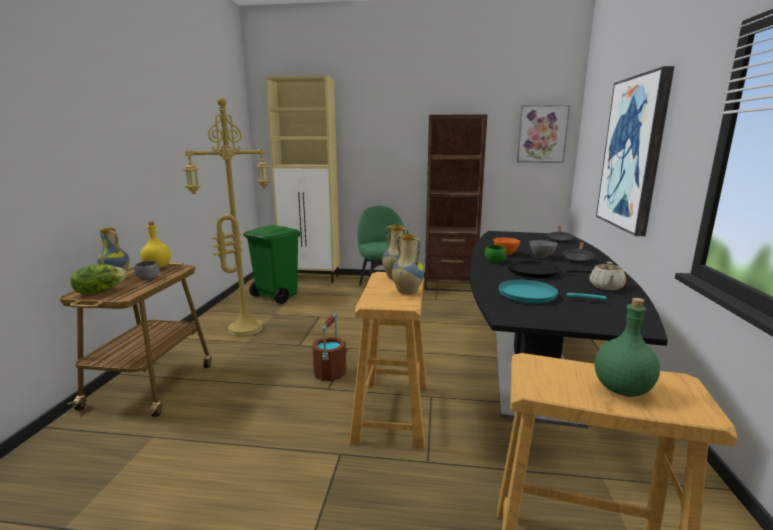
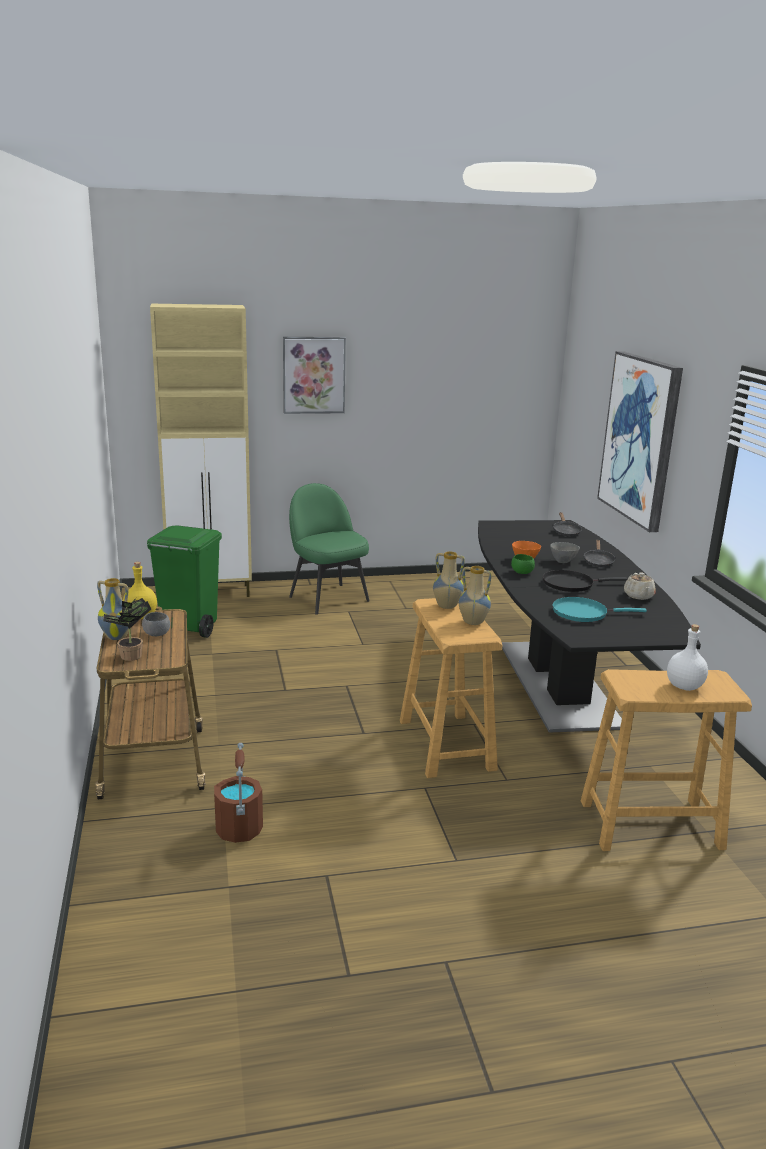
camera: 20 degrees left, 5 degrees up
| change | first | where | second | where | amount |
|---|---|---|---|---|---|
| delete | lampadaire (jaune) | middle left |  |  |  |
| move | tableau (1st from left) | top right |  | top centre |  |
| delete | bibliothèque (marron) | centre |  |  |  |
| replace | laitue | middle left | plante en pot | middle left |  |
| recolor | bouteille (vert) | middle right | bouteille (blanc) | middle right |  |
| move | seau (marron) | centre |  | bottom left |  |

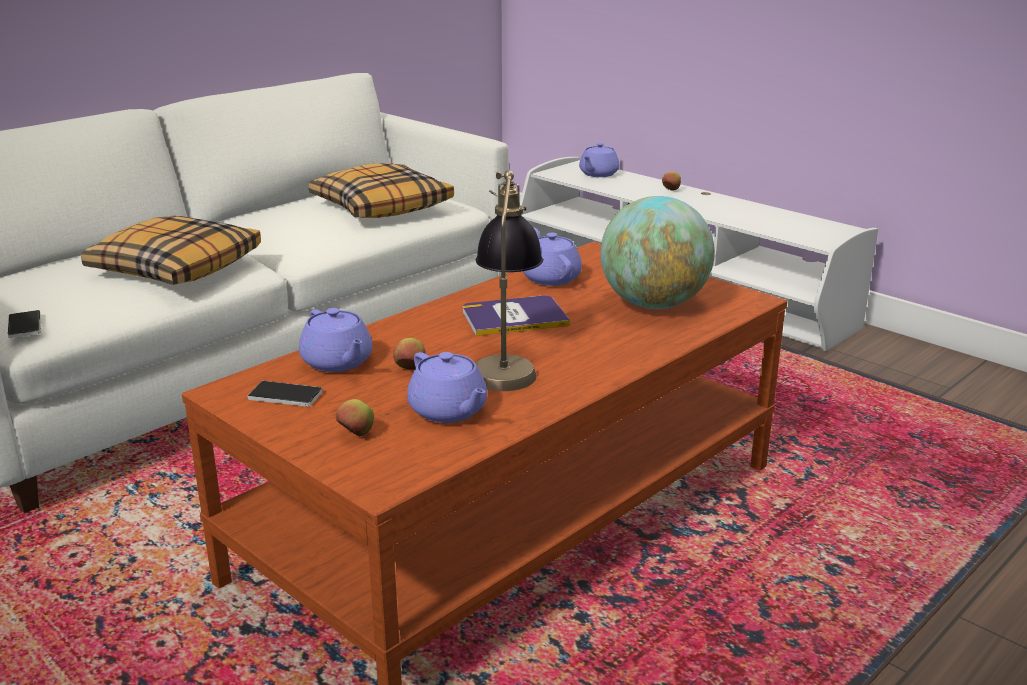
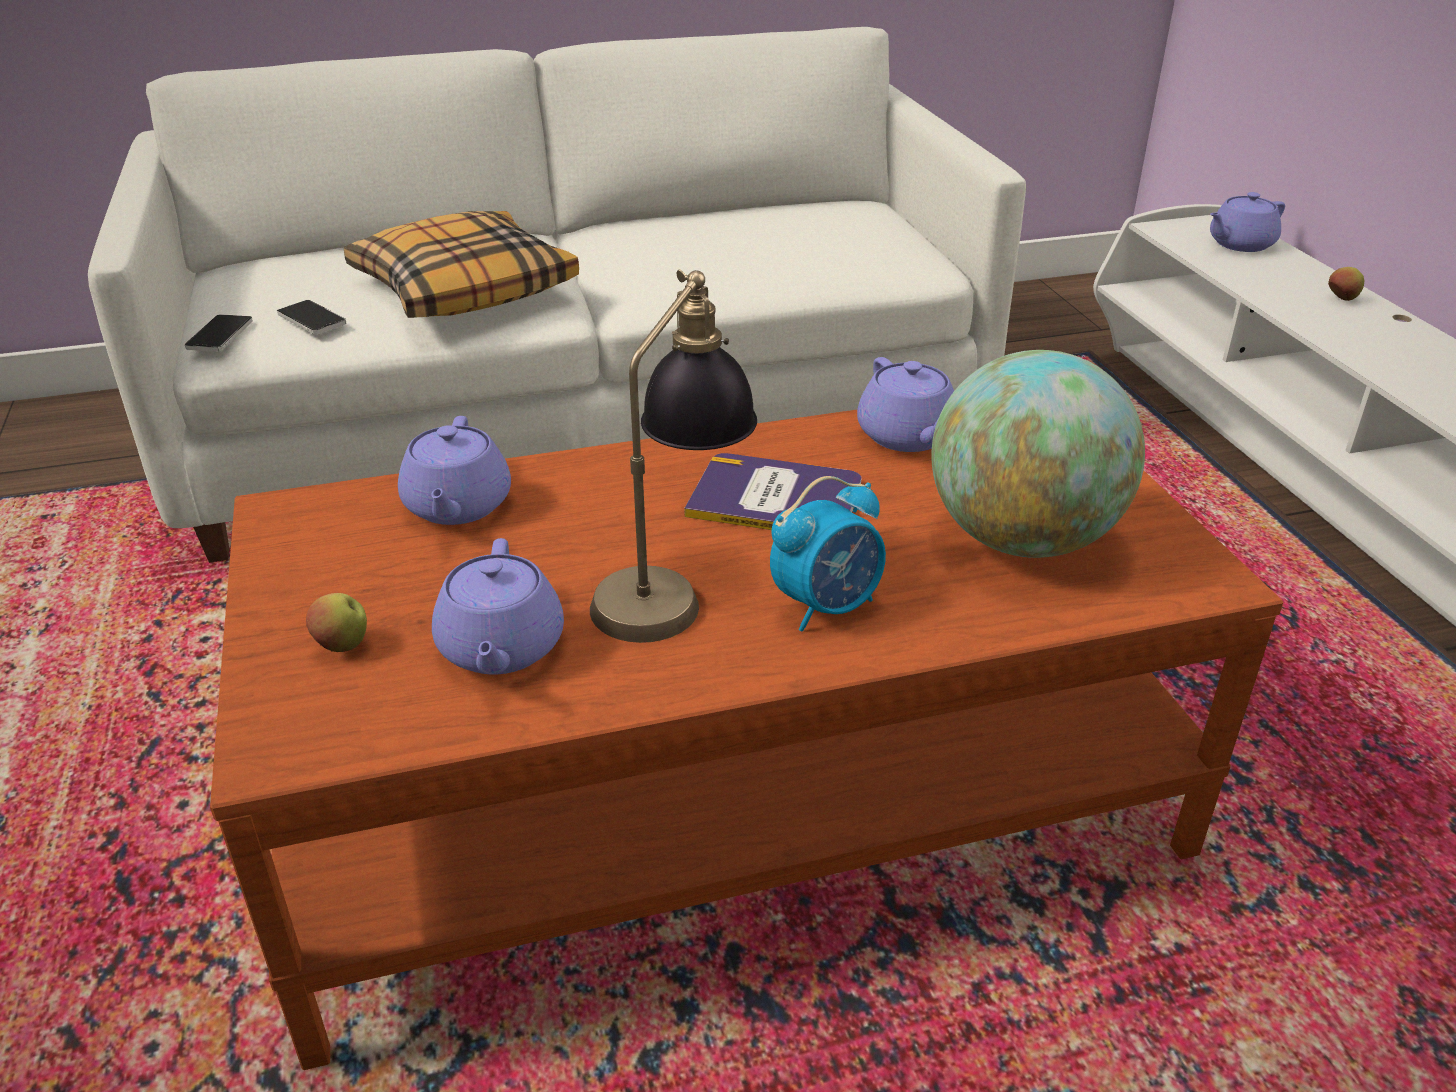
camera: 30 degrees right, 10 degrees up
| change | first | where | second | where | amount |
|---|---|---|---|---|---|
| delete | coussin (2nd from left) | top centre |  |  |  |
| rotate | théière (violet) (3rd from left) | centre |  | centre | 150 degrees clockwise |
| delete | pomme (2nd from left) | centre |  |  |  |
| move | téléphone (2nd from left) | middle left |  | top left |  |
| insert |  |  | réveil | centre |  |

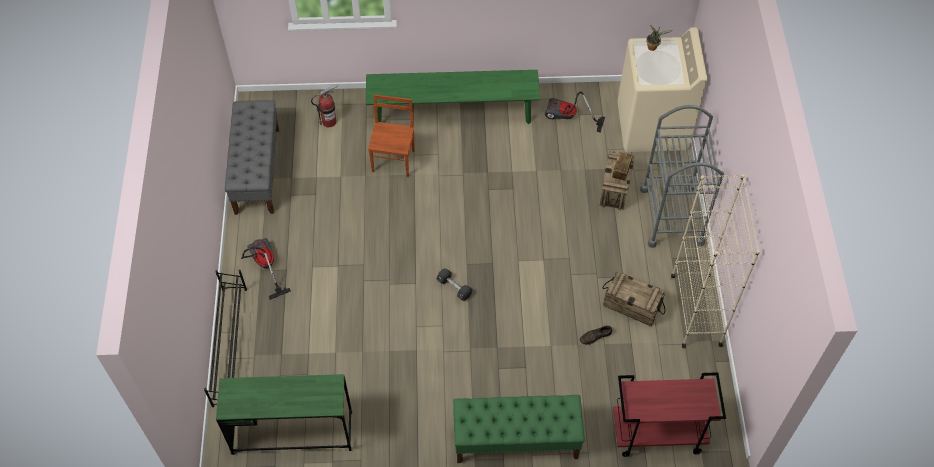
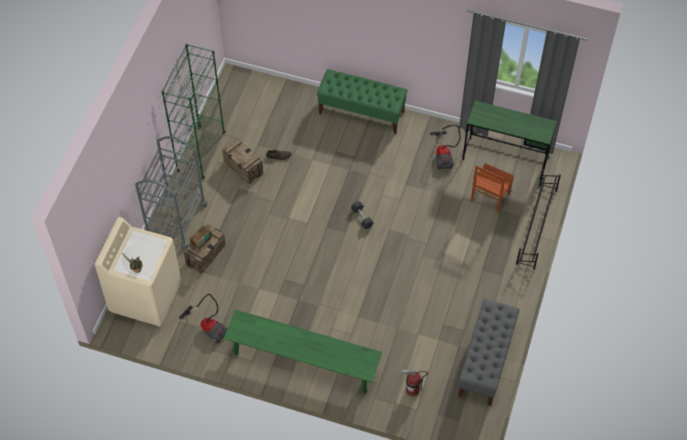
camera: 160 degrees left, 0 degrees up
| change | first | where | second | where | amount |
|---|---|---|---|---|---|
| move | chaise (marron) | top centre |  | middle right |  |
| recolor | bibliothèque (beige) | middle right | bibliothèque (vert) | top left |  |
| move | aspirateur (1st from left in the first image) | middle left | aspirateur (2nd from left) | centre |  |
| delete | chariot (rouge) | bottom right |  |  |  |

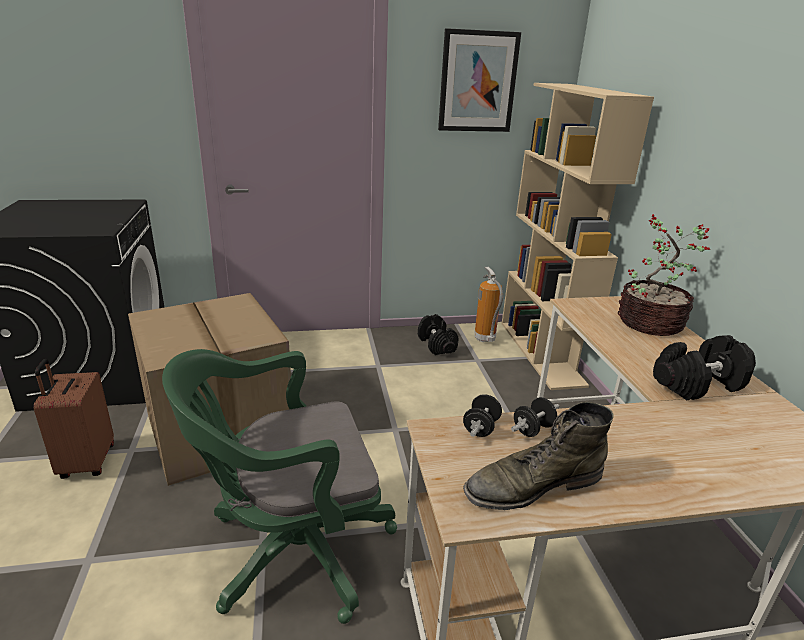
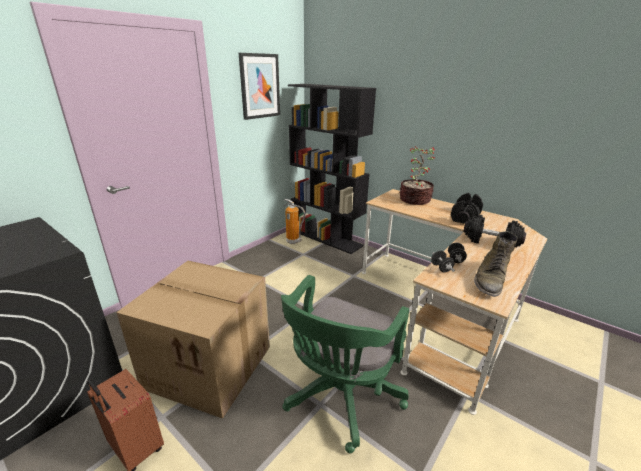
camera: 40 degrees left, 0 degrees up
| change | first | where | second | where | amount |
|---|---|---|---|---|---|
| recolor | bibliothèque (beige) | middle right | bibliothèque (noir) | centre |  |
| move | haltère (noir) (1st from left in the first image) | centre | haltère (noir) (4th from left) | middle right |  |

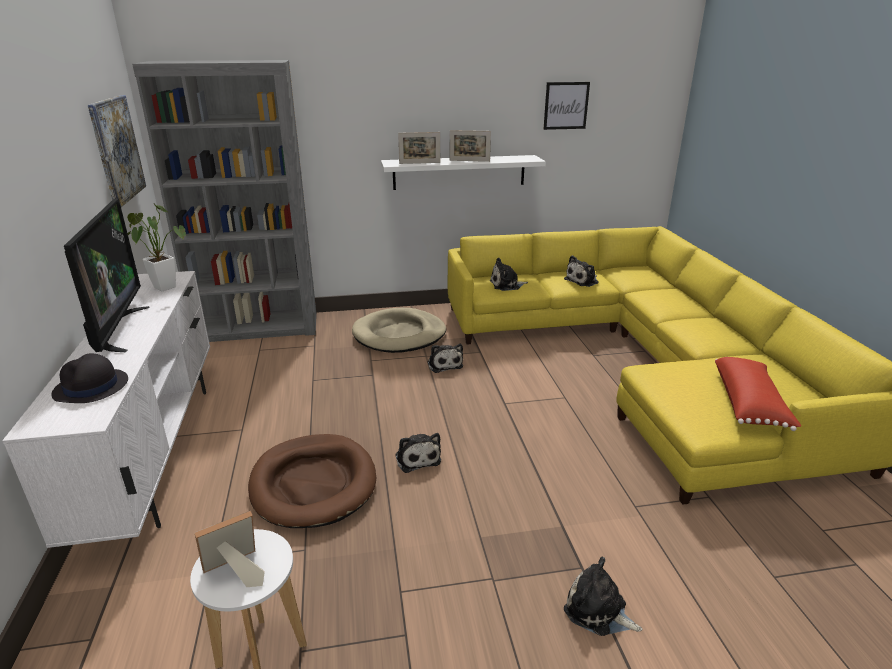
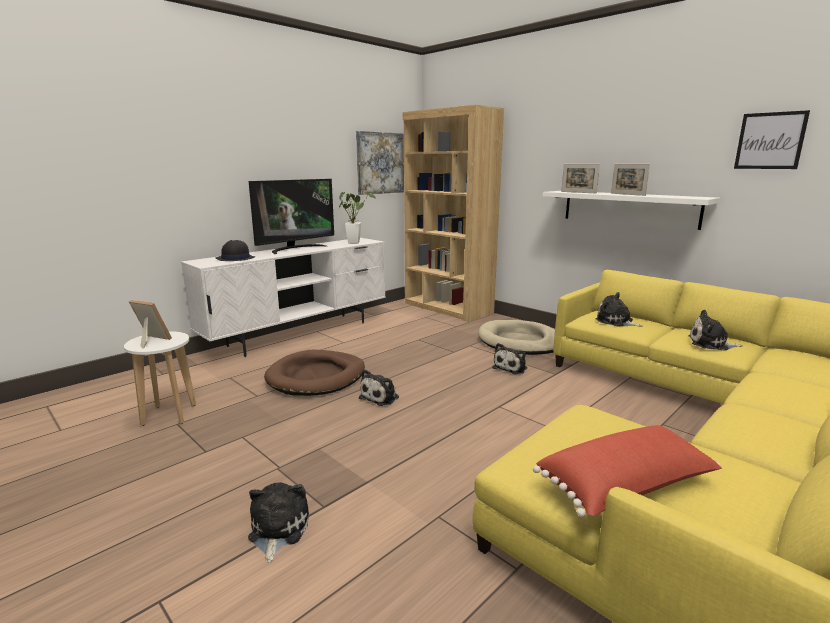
camera: 55 degrees right, 10 degrees down
| change | first | where | second | where | amount |
|---|---|---|---|---|---|
| recolor | bibliothèque (gris) | top left | bibliothèque (marron) | centre |  |

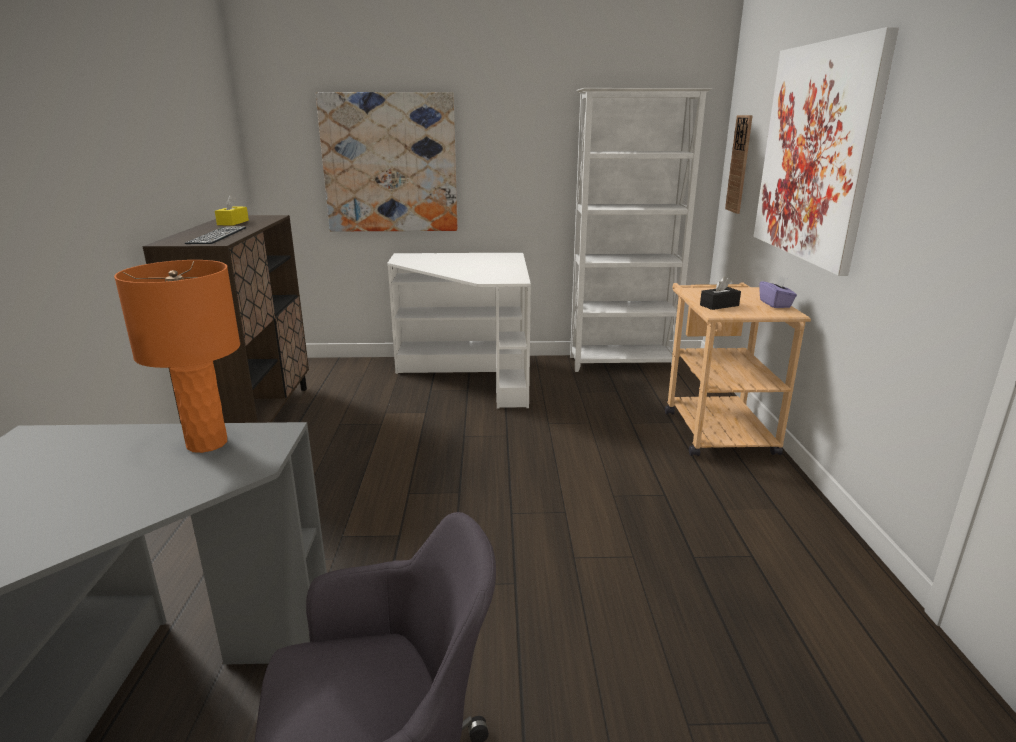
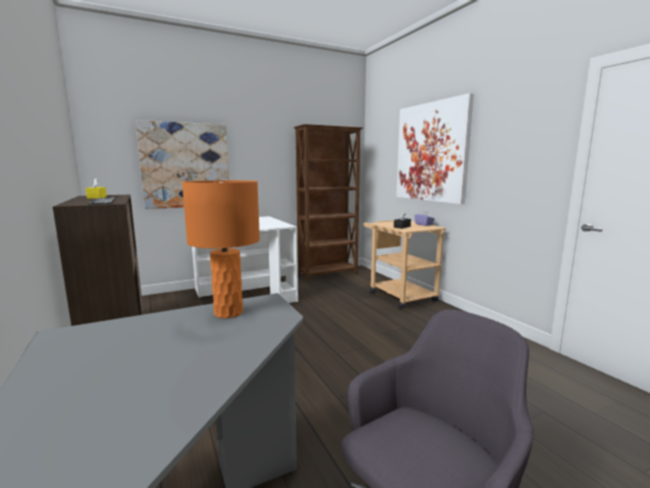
camera: 25 degrees left, 10 degrees down
| change | first | where | second | where | amount |
|---|---|---|---|---|---|
| recolor | bibliothèque (blanc) | top centre | bibliothèque (marron) | centre |  |
| delete | horloge murale | top right |  |  |  |

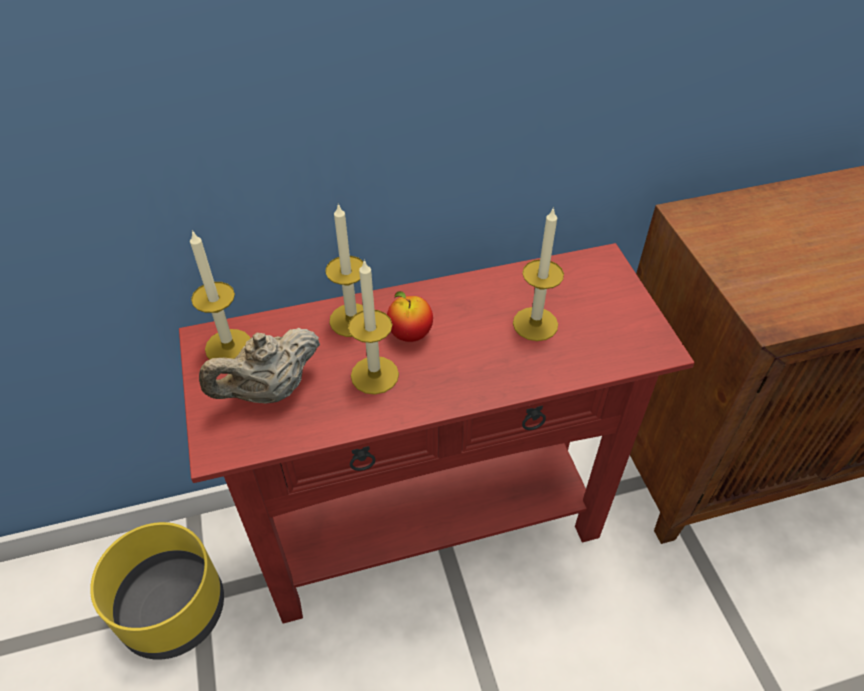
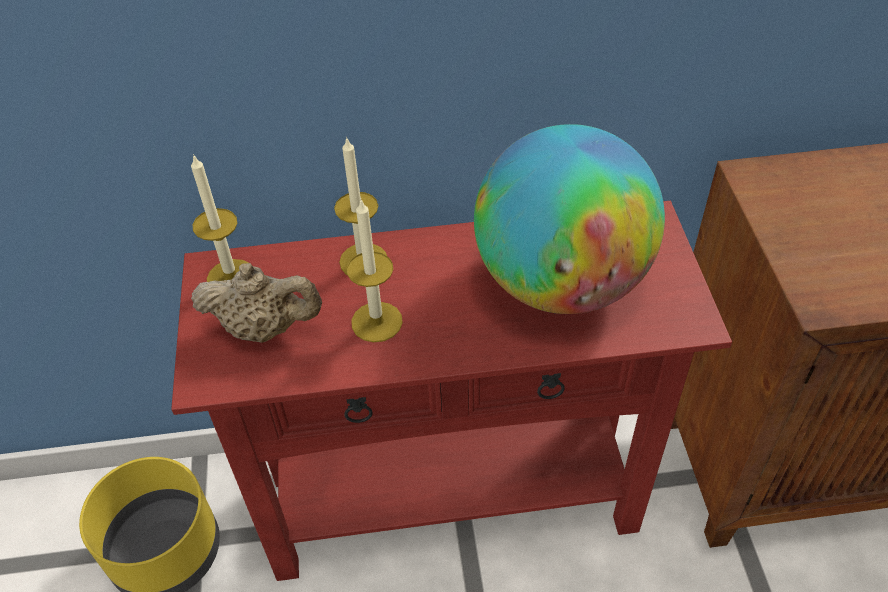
camera: 10 degrees right, 0 degrees up
| change | first | where | second | where | amount |
|---|---|---|---|---|---|
| replace | bougie (4th from left) | centre | globe | centre |  |
| delete | pomme | centre |  |  |  |
| rotate | théière (beige) | middle left |  | middle left | 150 degrees counterclockwise |

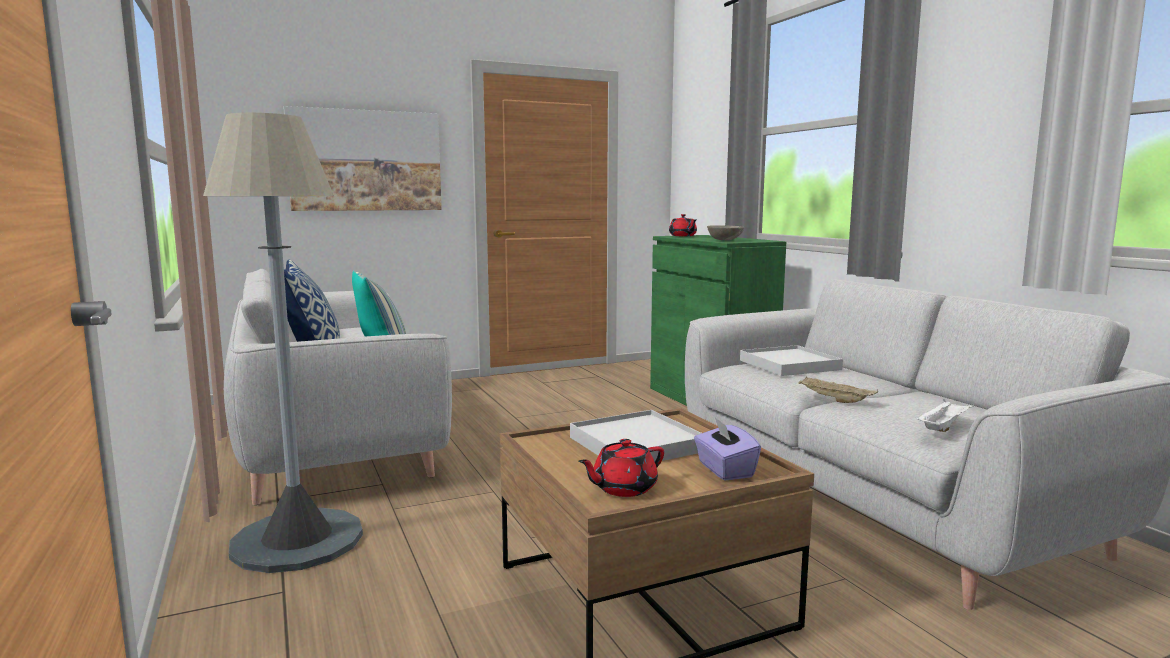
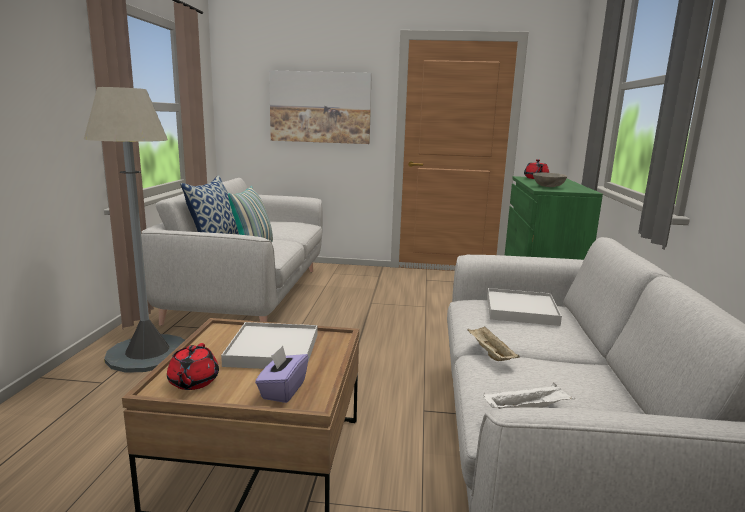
camera: 30 degrees right, 5 degrees up
| change | first | where | second | where | amount |
|---|---|---|---|---|---|
| rotate | théière (rouge) (1st from left) | bottom centre |  | bottom left | 90 degrees counterclockwise |

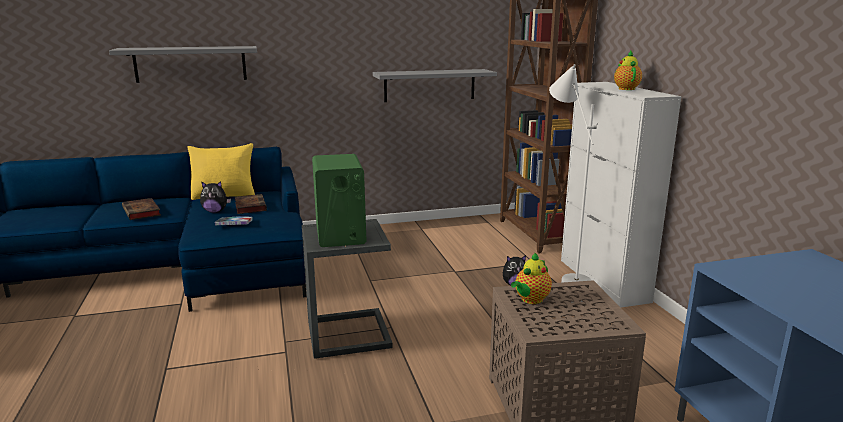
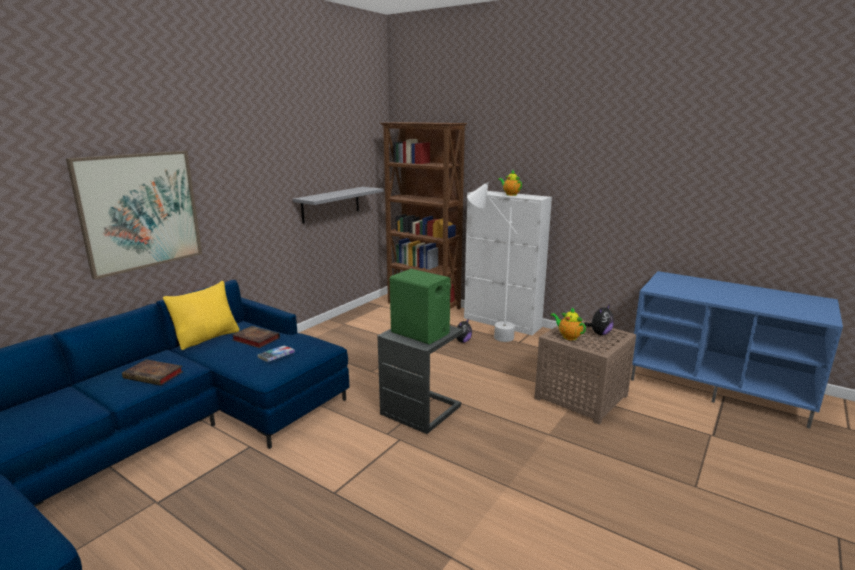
camera: 40 degrees left, 0 degrees up
| change | first | where | second | where | amount |
|---|---|---|---|---|---|
| replace | étagère (gris) (1st from left) | top left | tableau | middle left |  |
| move | peluche (1st from left in the first image) | middle left | peluche (2nd from left) | middle right |  |
| rotate | théière (1st from left in the first image) | centre | théière (2nd from left) | centre | 135 degrees clockwise |

